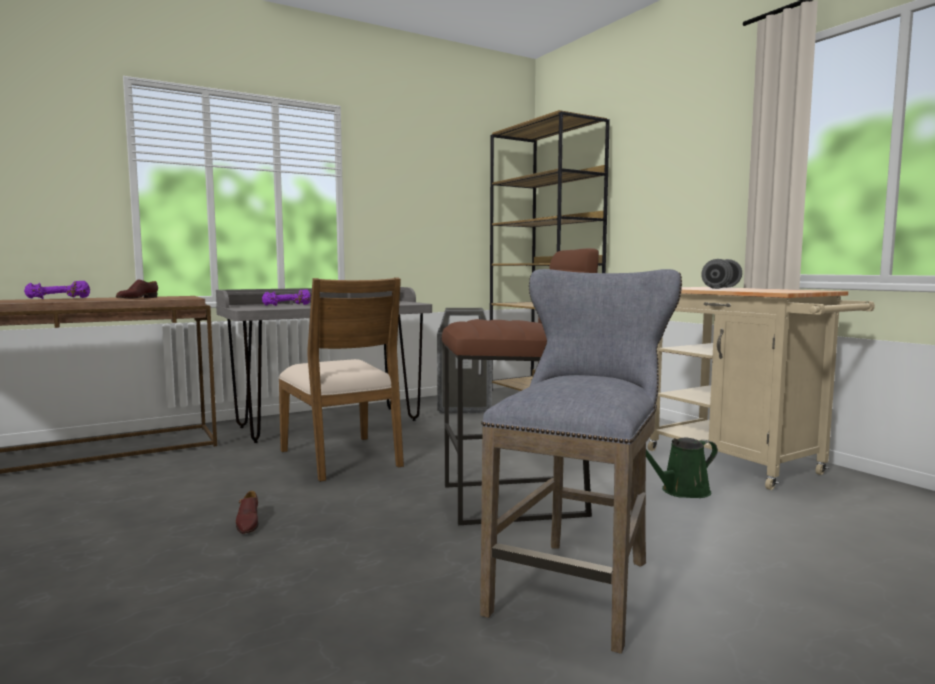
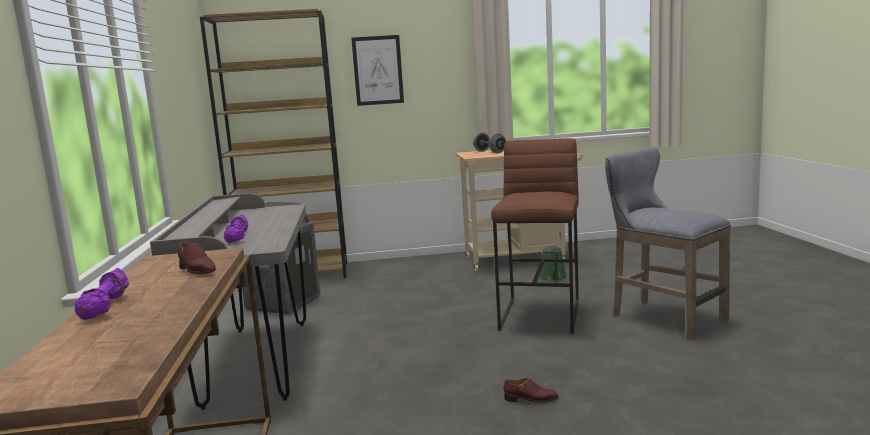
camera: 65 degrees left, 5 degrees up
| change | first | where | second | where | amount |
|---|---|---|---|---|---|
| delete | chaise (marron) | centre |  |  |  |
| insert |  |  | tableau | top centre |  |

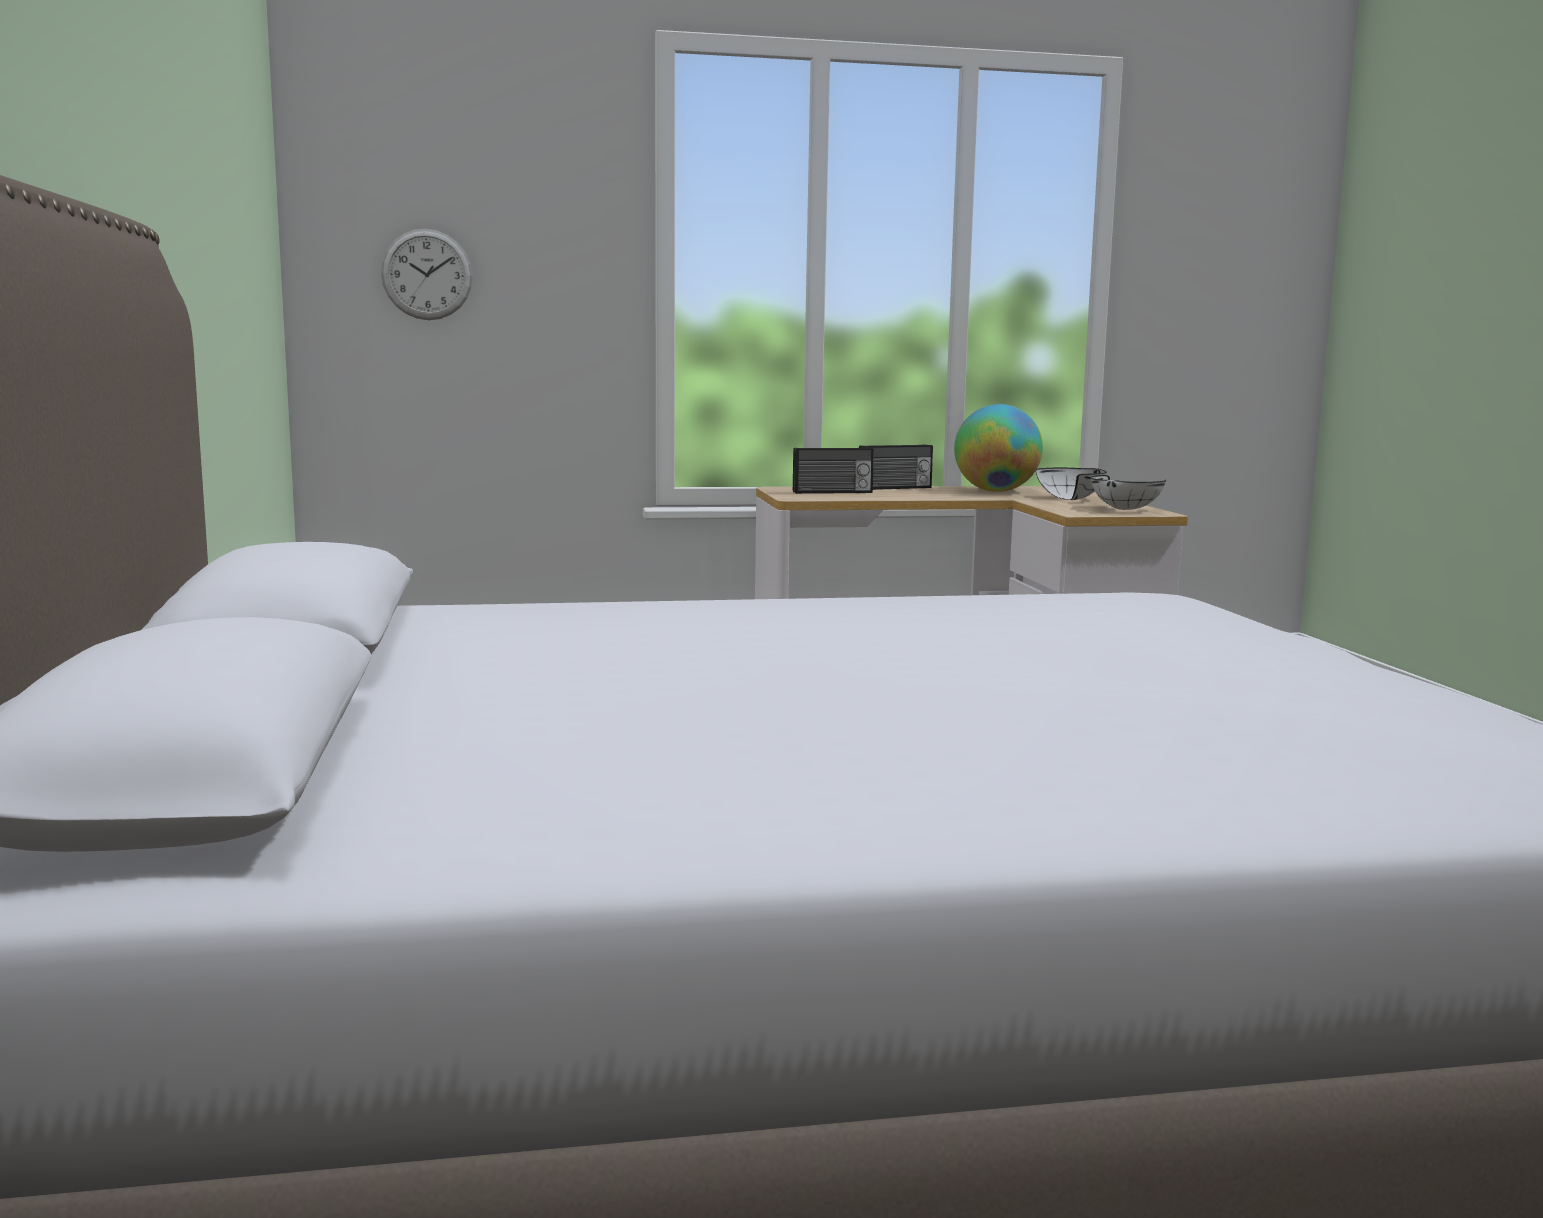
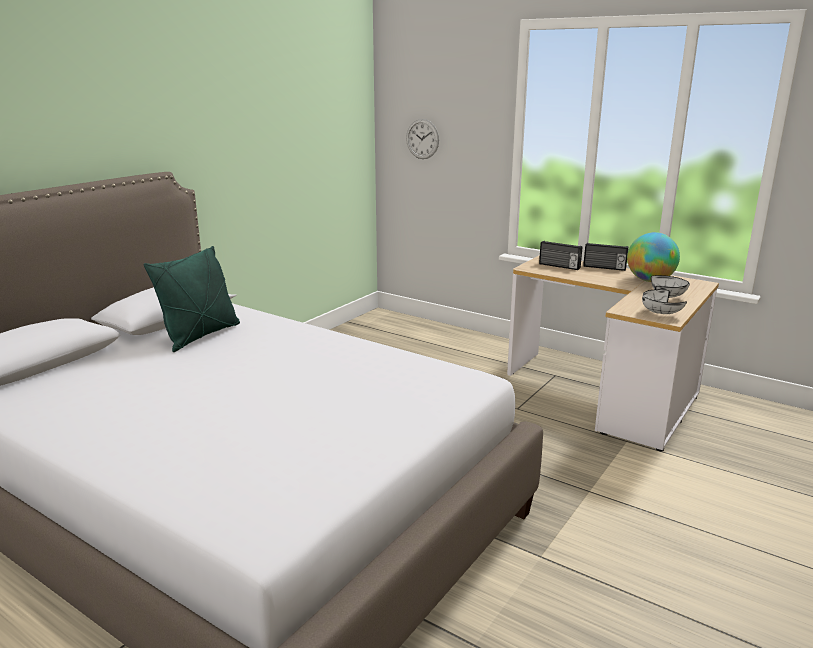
camera: 45 degrees right, 10 degrees up
| change | first | where | second | where | amount |
|---|---|---|---|---|---|
| insert |  |  | coussin (vert) | middle left |  |

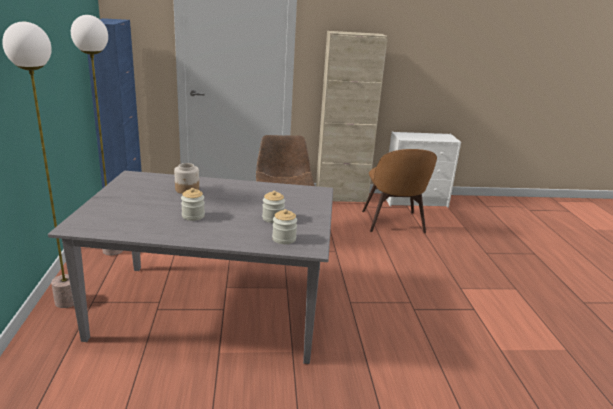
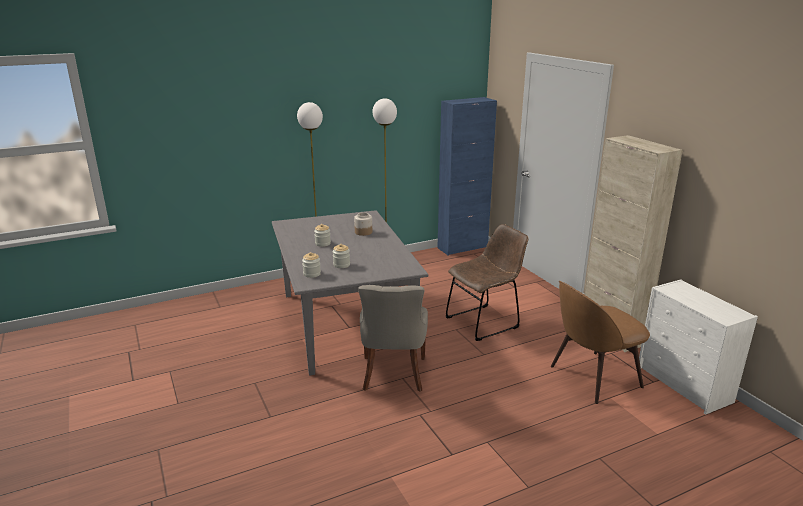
camera: 70 degrees right, 0 degrees up
| change | first | where | second | where | amount |
|---|---|---|---|---|---|
| insert |  |  | chaise (gris) | bottom centre |  |

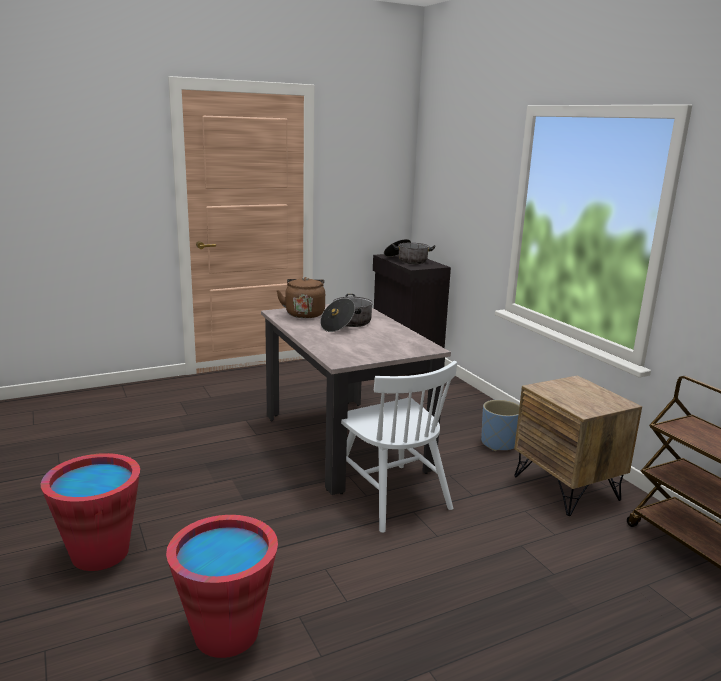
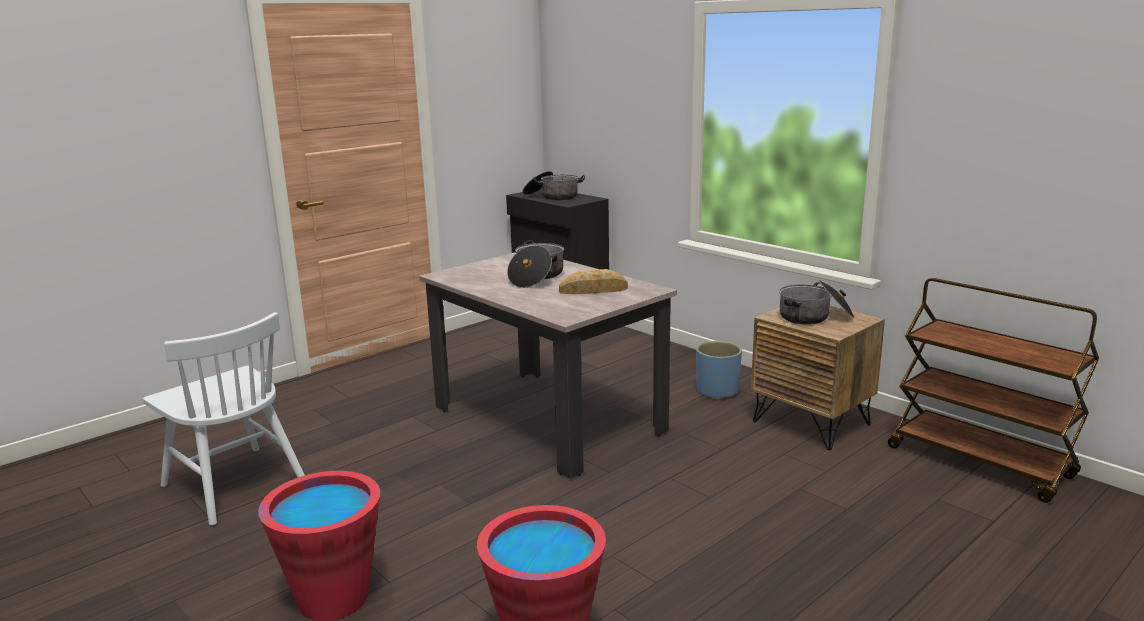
camera: 15 degrees left, 0 degrees up
| change | first | where | second | where | amount |
|---|---|---|---|---|---|
| delete | bouilloire (marron) | centre |  |  |  |
| move | chaise (blanc) | centre |  | bottom left |  |
| insert |  |  | pain | centre |  |
| insert |  |  | marmite (3rd from left) | middle right |  |

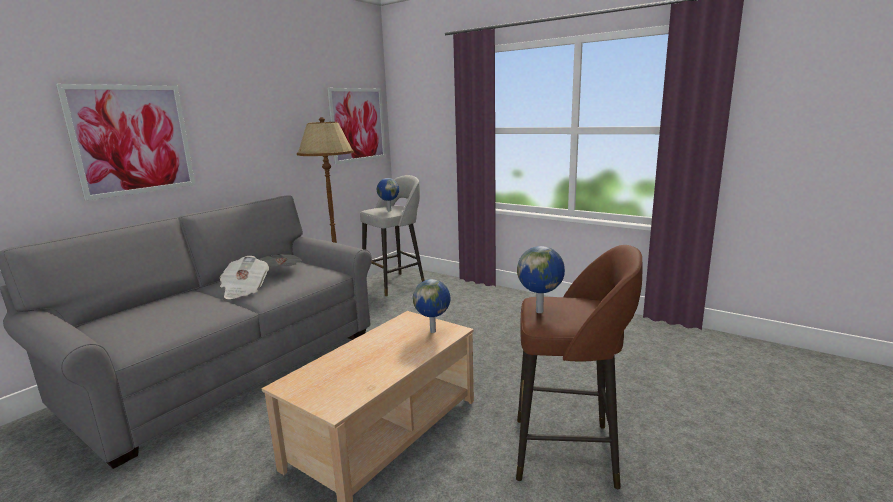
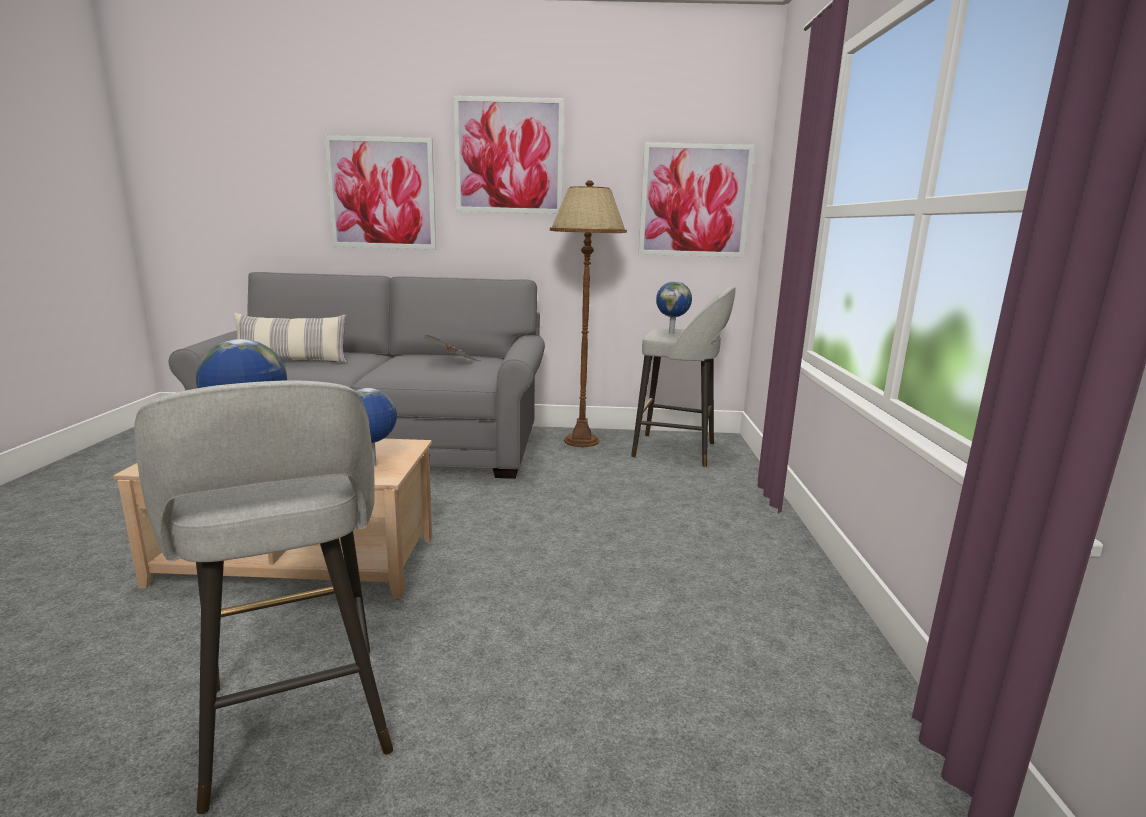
camera: 55 degrees right, 0 degrees up
| change | first | where | second | where | amount |
|---|---|---|---|---|---|
| recolor | tabouret (marron) | bottom centre | tabouret (gris) (1st from left) | bottom left |  |
| delete | journal (1st from left) | middle left |  |  |  |
| insert |  |  | tableau (2nd from left) | top centre |  |
| insert |  |  | coussin | middle left |  |

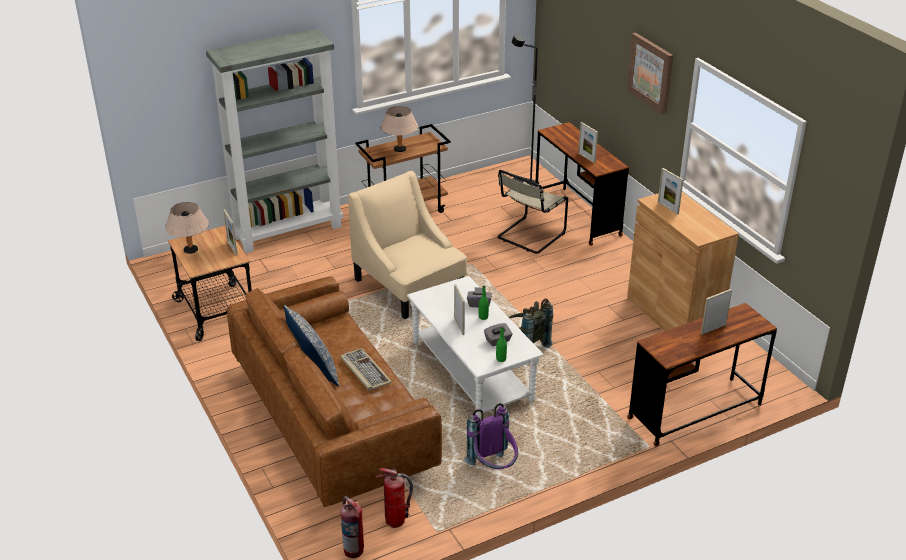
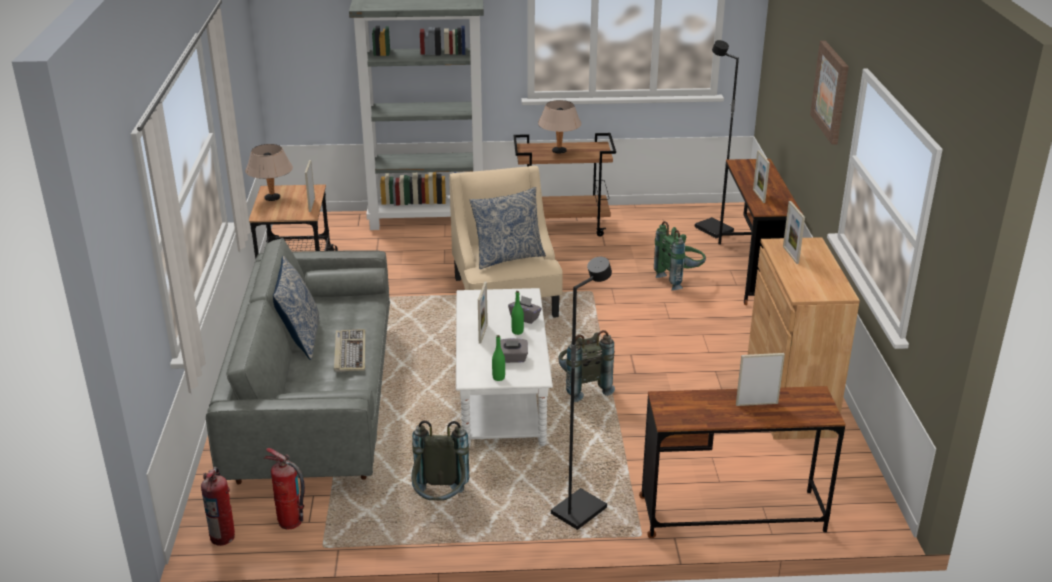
camera: 25 degrees right, 5 degrees down
| change | first | where | second | where | amount |
|---|---|---|---|---|---|
| replace | chaise (beige) | centre | sac à dos (vert) | centre |  |
| recolor | canapé (marron) | bottom centre | canapé (gris) | middle left |  |
| recolor | sac à dos (violet) | bottom centre | sac à dos (gris) (1st from left) | bottom centre |  |
| insert |  |  | coussin (2nd from left) | centre |  |
| insert |  |  | lampadaire (noir) (1st from left) | bottom centre |  |

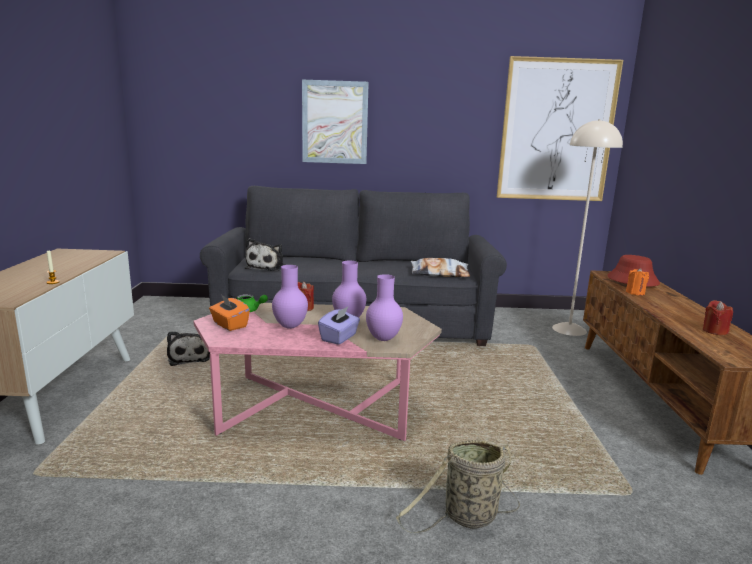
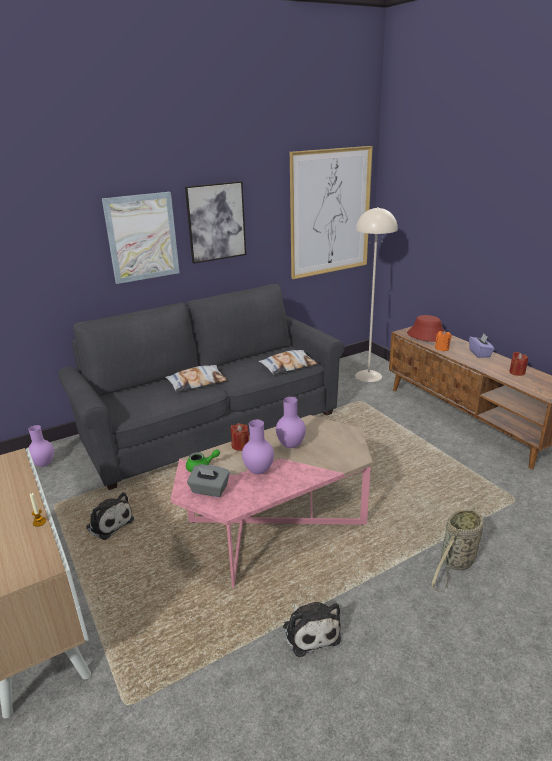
camera: 30 degrees left, 10 degrees up
| change | first | where | second | where | amount |
|---|---|---|---|---|---|
| move | peluche (2nd from left) | centre |  | bottom centre |  |
| move | vase (violet) (3rd from left in the first image) | centre | vase (violet) (1st from left) | middle left |  |
| recolor | boîte à mouchoirs (orange) | middle left | boîte à mouchoirs (gris) | centre |  |
| move | boîte à mouchoirs (violet) | centre |  | middle right |  |
| insert |  |  | tableau (2nd from left) | top centre |  |
| insert |  |  | coussin (1st from left) | centre |  |

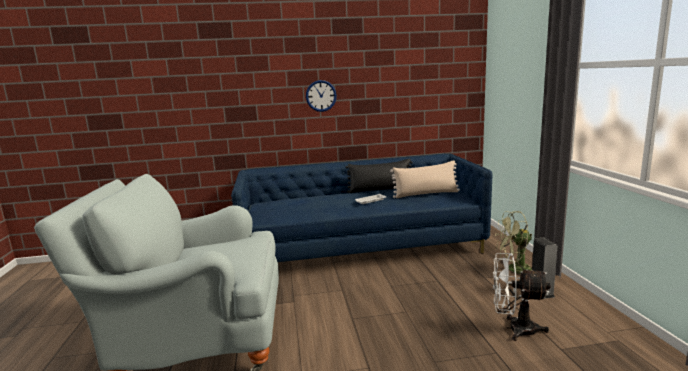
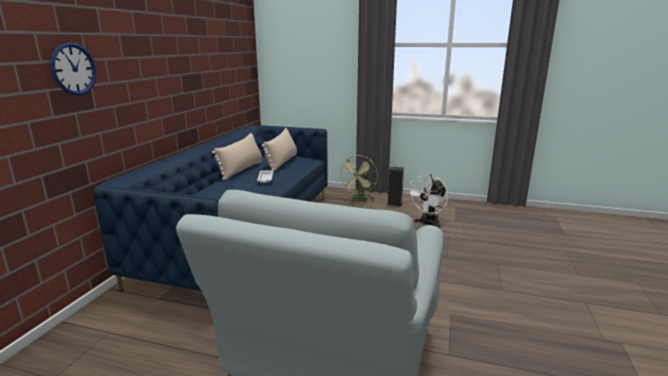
camera: 65 degrees left, 5 degrees up
| change | first | where | second | where | amount |
|---|---|---|---|---|---|
| move | horloge murale | top centre |  | top left |  |
| recolor | coussin (noir) | centre | coussin (beige) (1st from left) | centre |  |

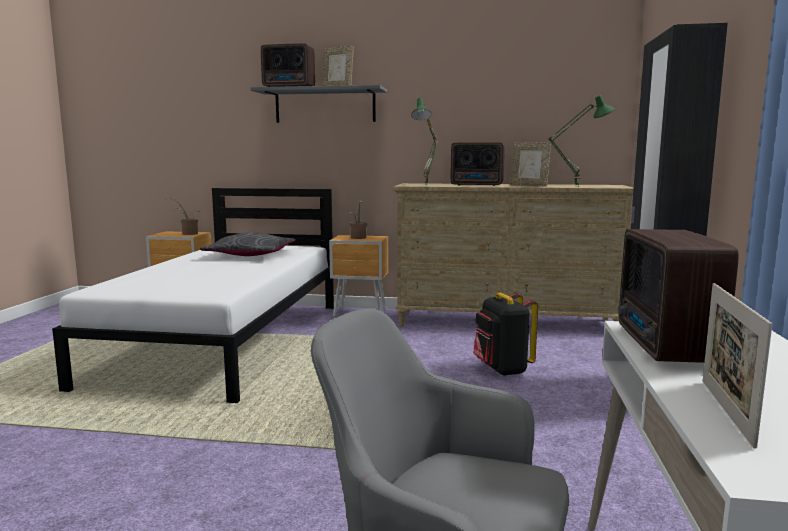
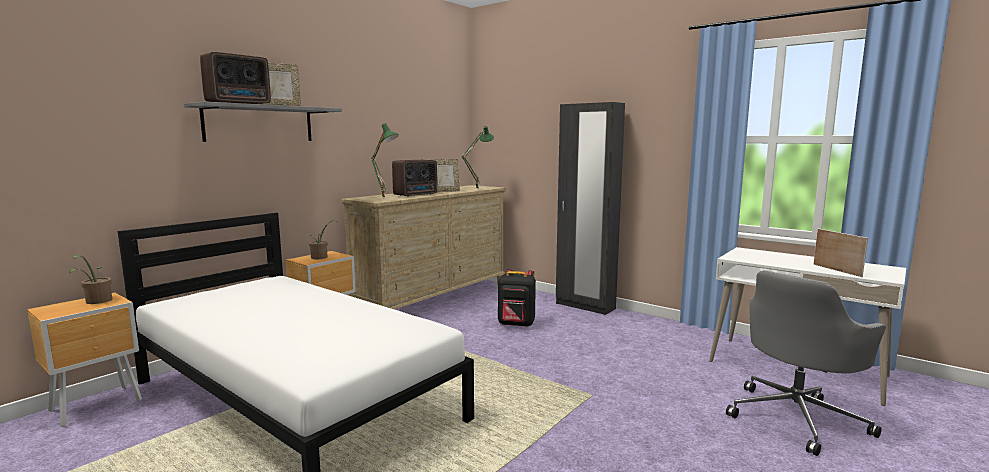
camera: 60 degrees left, 0 degrees up
| change | first | where | second | where | amount |
|---|---|---|---|---|---|
| delete | radio (3rd from left) | middle right |  |  |  |
| delete | coussin (gris) | middle left |  |  |  |
| rotate | cadre photo (3rd from left) | bottom right |  | middle right | 150 degrees counterclockwise |

